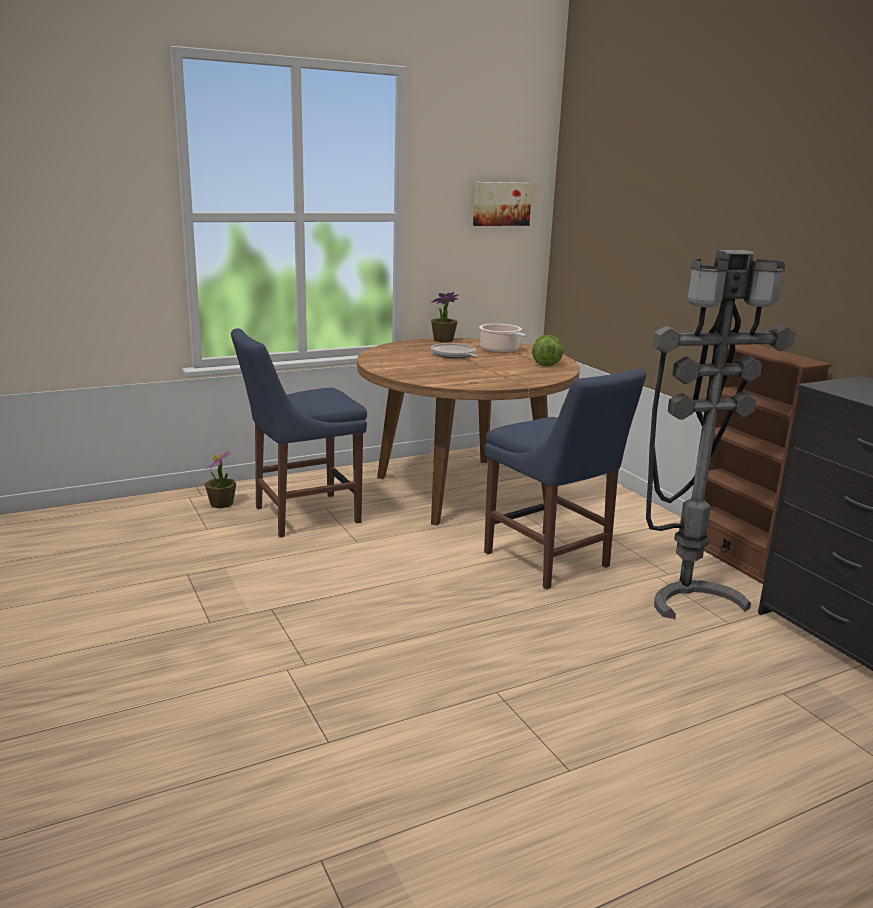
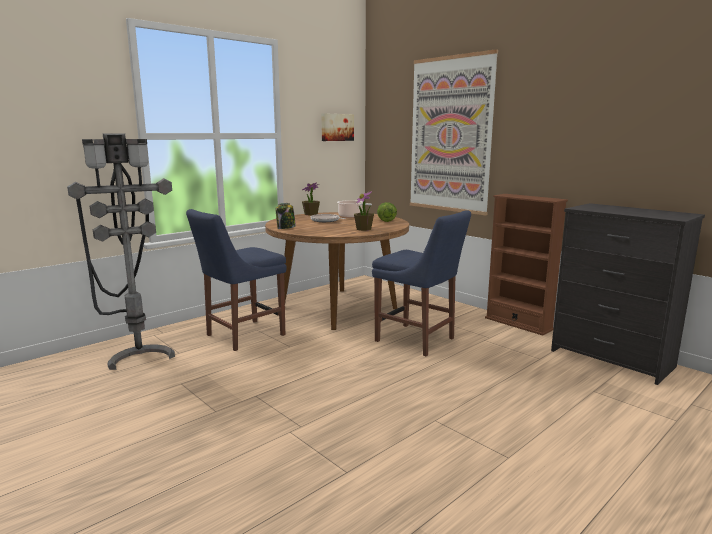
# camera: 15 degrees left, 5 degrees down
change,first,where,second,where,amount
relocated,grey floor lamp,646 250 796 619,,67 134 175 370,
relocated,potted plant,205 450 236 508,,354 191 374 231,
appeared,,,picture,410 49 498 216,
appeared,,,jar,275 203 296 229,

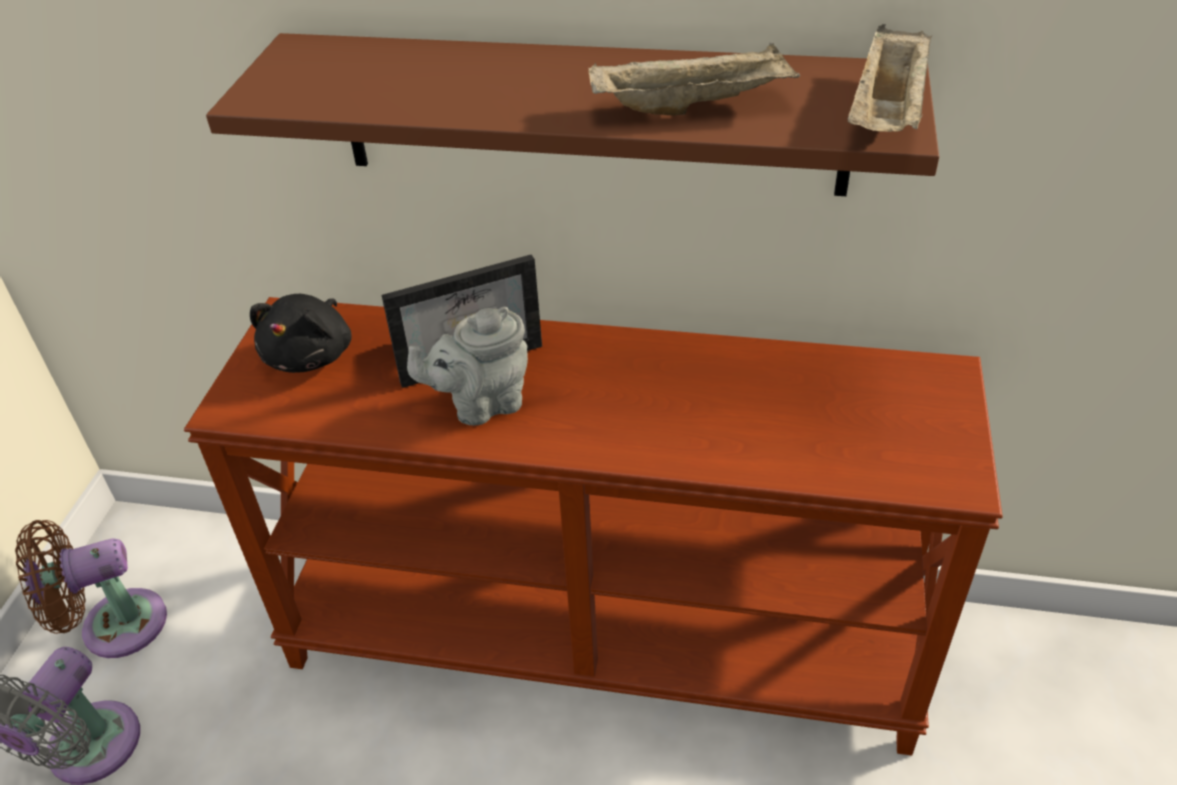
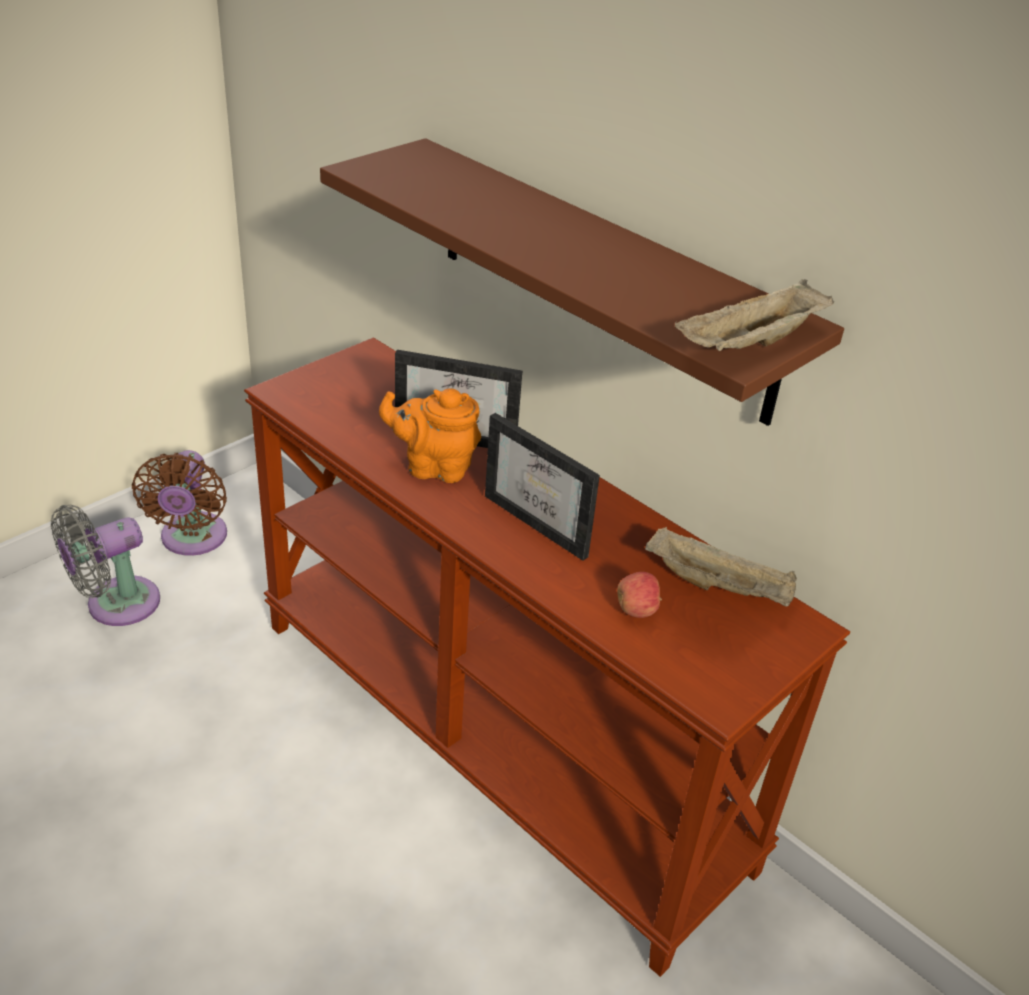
# camera: 30 degrees right, 5 degrees down
change,first,where,second,where,amount
relocated,beige tray,589 43 800 115,,645 527 797 607,
missing,black plush toy,250 294 352 373,,,
colour,grey teapot,407 307 528 425,orange teapot,379 388 481 483,
spun,brown fan,15 520 167 658,,132 450 227 556,105 degrees counterclockwise
appeared,,,picture frame,485 413 600 561,
appeared,,,apple,617 572 662 618,

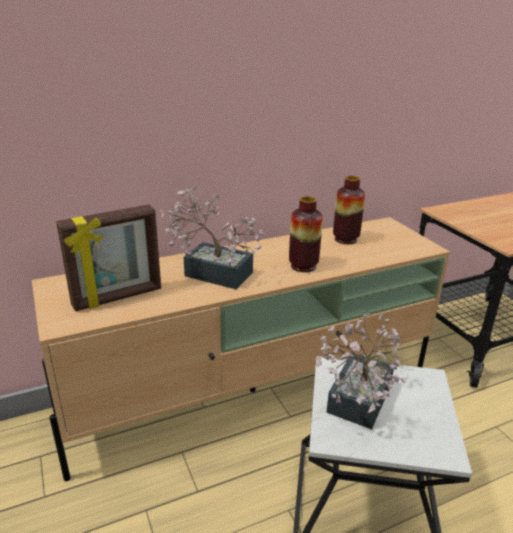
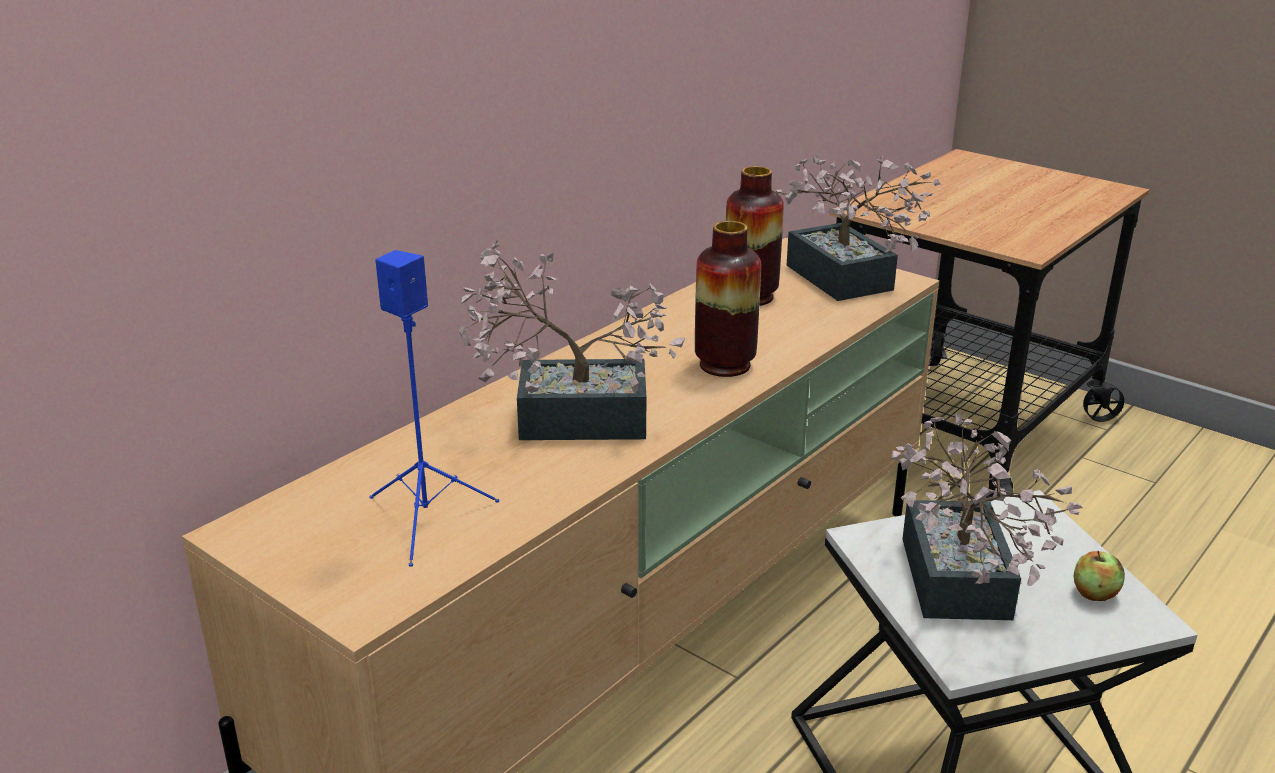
# camera: 25 degrees left, 0 degrees up
change,first,where,second,where,amount
exchanged,picture frame,56 204 161 311,blue speaker,369 250 499 567,
appeared,,,potted plant,776 155 941 301,
appeared,,,apple,1074 551 1125 601,

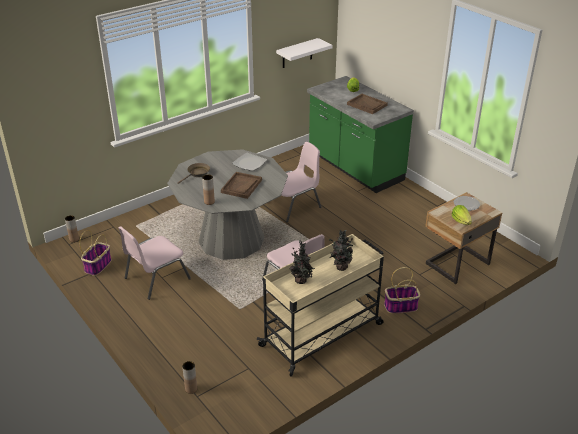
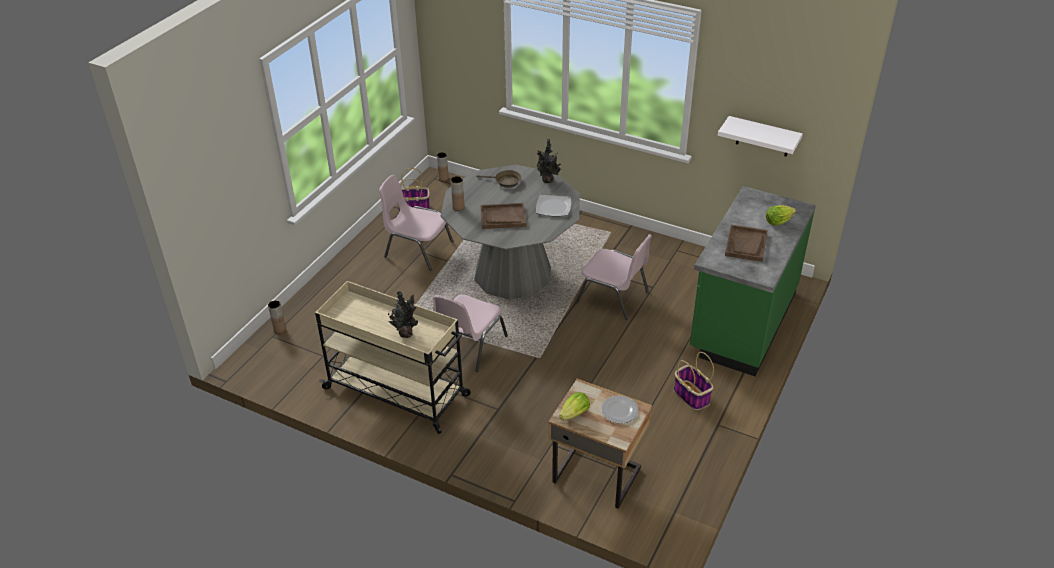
# camera: 65 degrees right, 5 degrees up
change,first,where,second,where,amount
relocated,potted plant,289 241 315 284,,537 139 562 183,
relocated,basket,384 267 420 314,,674 352 714 410,

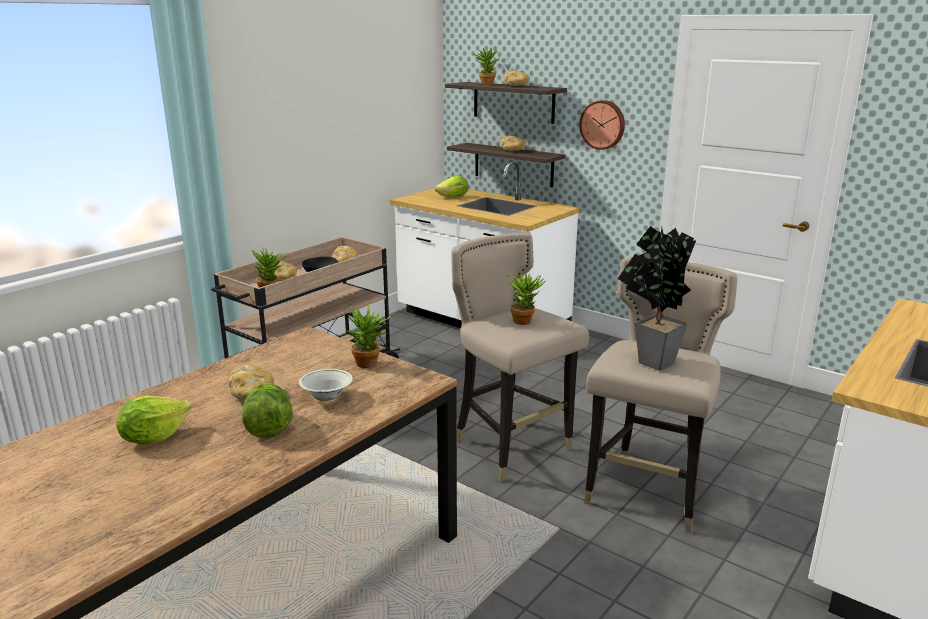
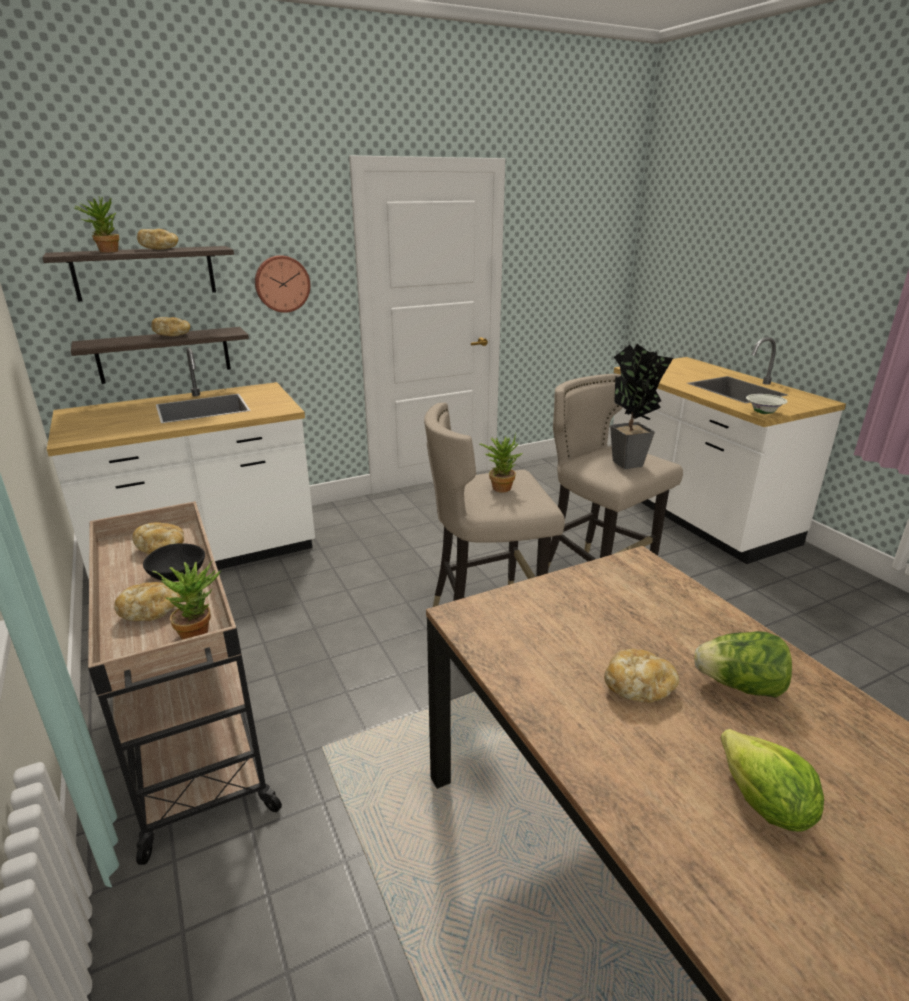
# camera: 65 degrees left, 5 degrees up
change,first,where,second,where,amount
missing,lettuce,435 176 469 198,,,
missing,potted plant,345 304 392 368,,,
relocated,white bowl,299 369 353 401,,746 394 788 414,

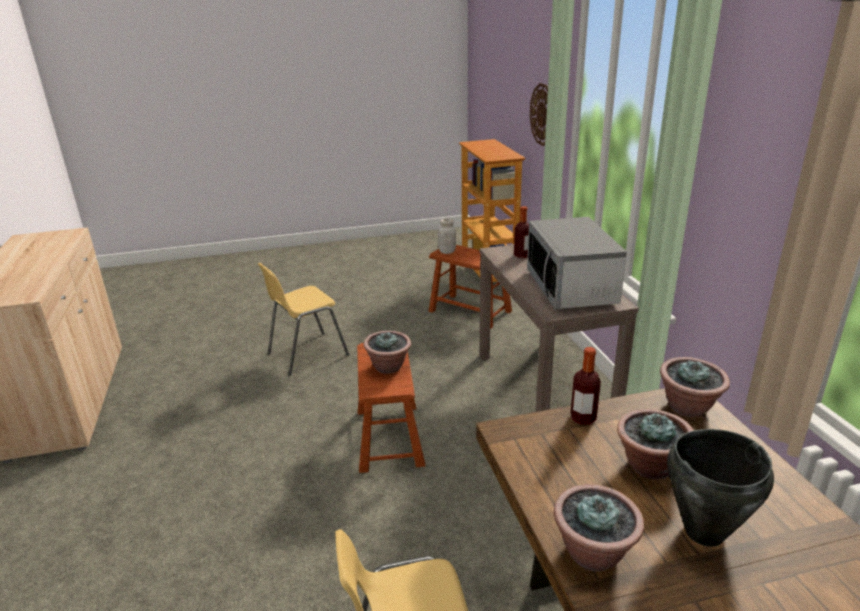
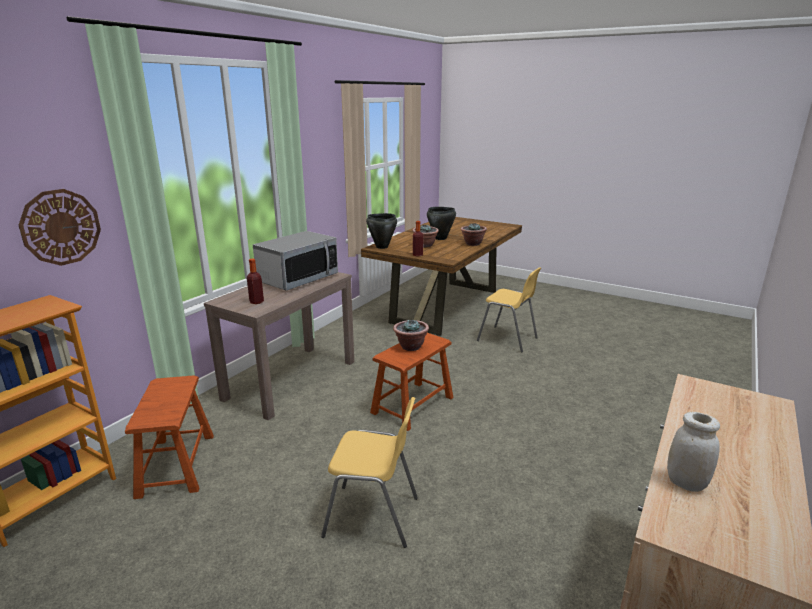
# camera: 135 degrees left, 5 degrees down
change,first,where,second,where,amount
relocated,white jar,438 219 457 254,,667 412 720 492,
exchanged,potted plant,660 357 730 418,black cooking pot,366 213 397 249,

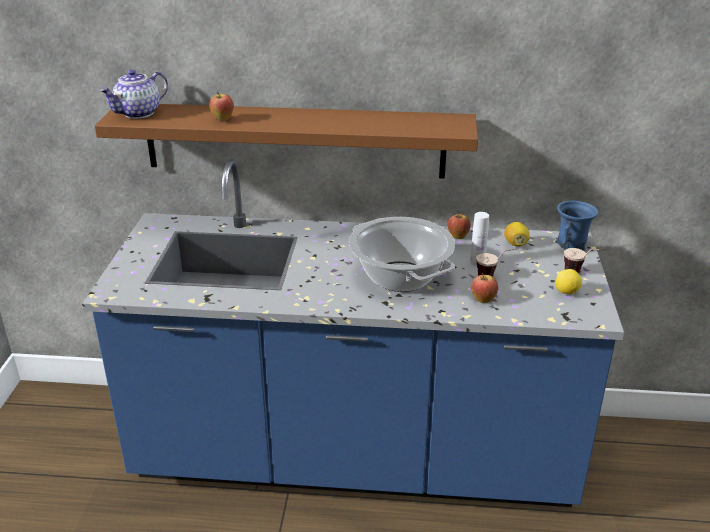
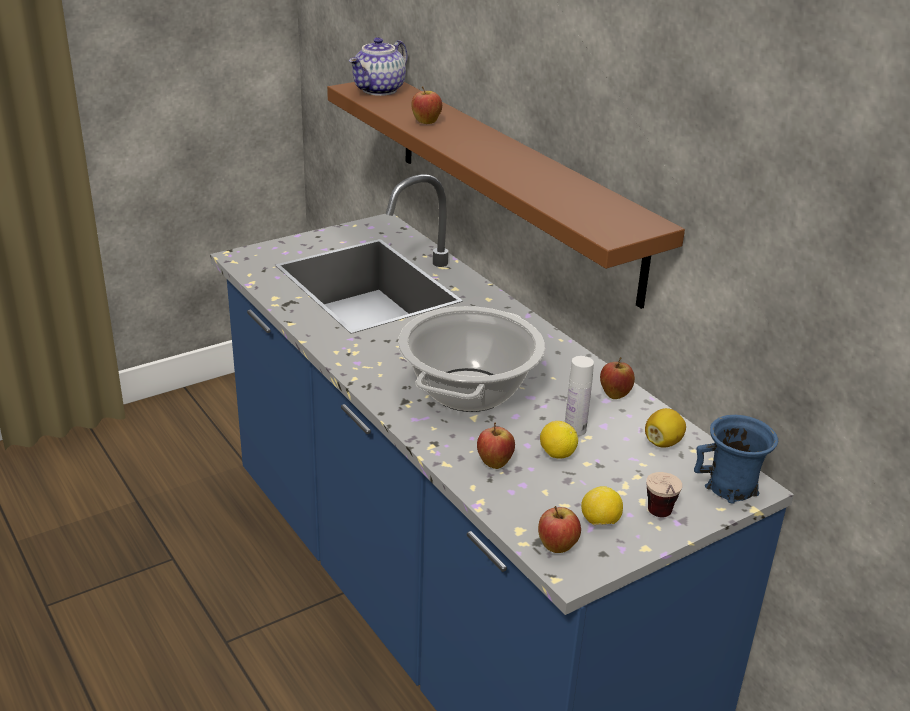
# camera: 50 degrees right, 0 degrees up
change,first,where,second,where,amount
spun,teapot,99 70 168 119,,349 37 407 96,60 degrees counterclockwise
exchanged,cup,476 248 519 277,lemon,540 421 578 459,
appeared,,,apple,538 506 581 553,

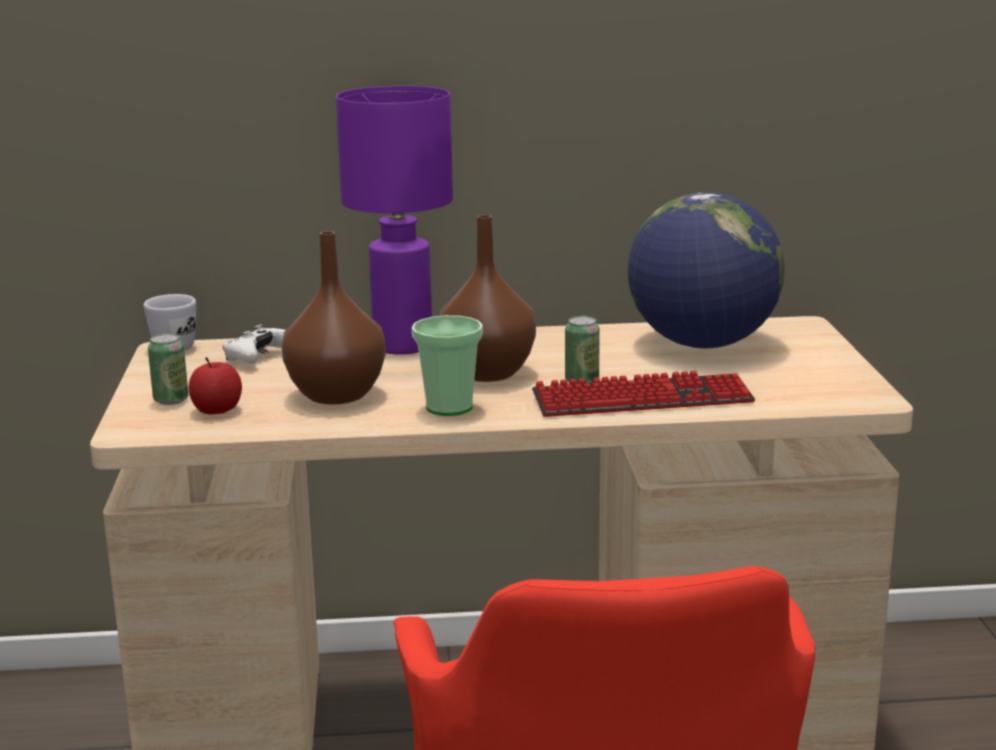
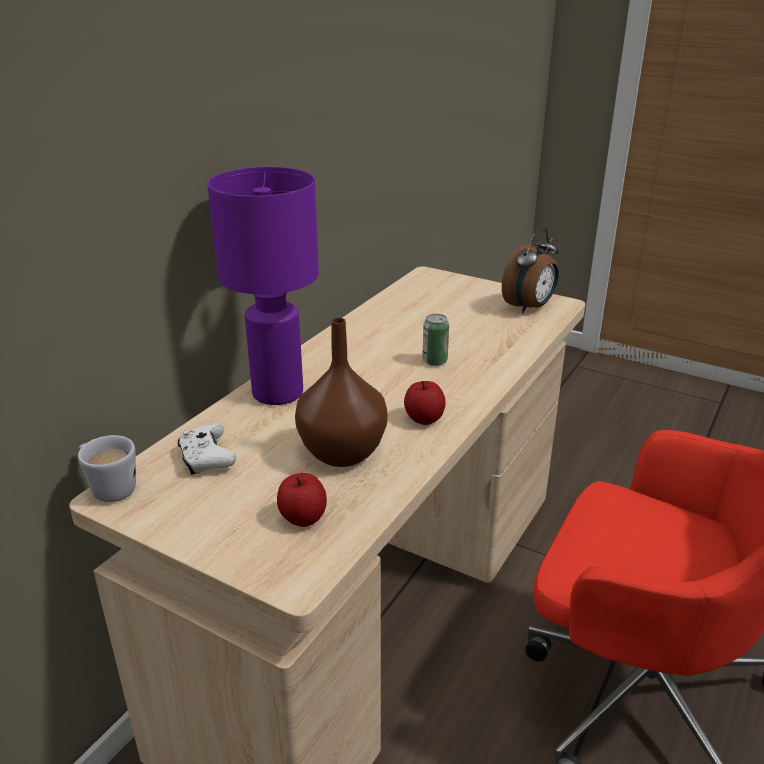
# camera: 55 degrees left, 10 degrees up
change,first,where,second,where,amount
missing,globe,628 192 785 348,,,
missing,brown vase,439 215 536 382,,,
exchanged,cup,411 315 483 416,apple,404 381 446 425,
missing,can,148 333 189 405,,,
missing,keyboard,532 371 755 417,,,
appeared,,,alarm clock,502 228 559 313,

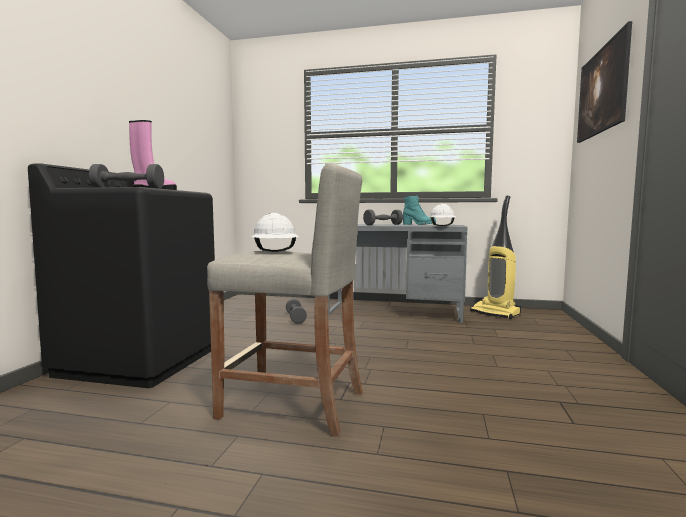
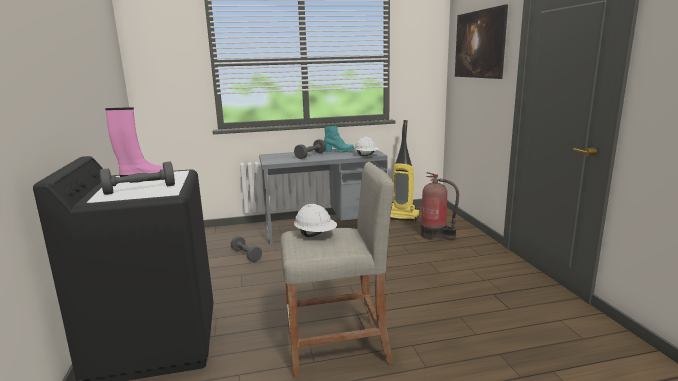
# camera: 25 degrees left, 10 degrees up
change,first,where,second,where,amount
appeared,,,fire extinguisher,421 172 459 240,

